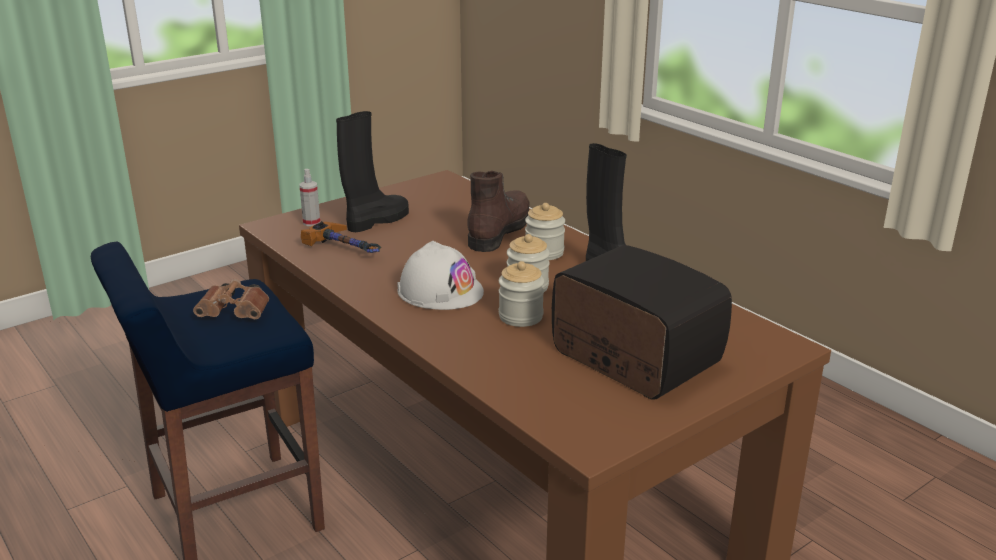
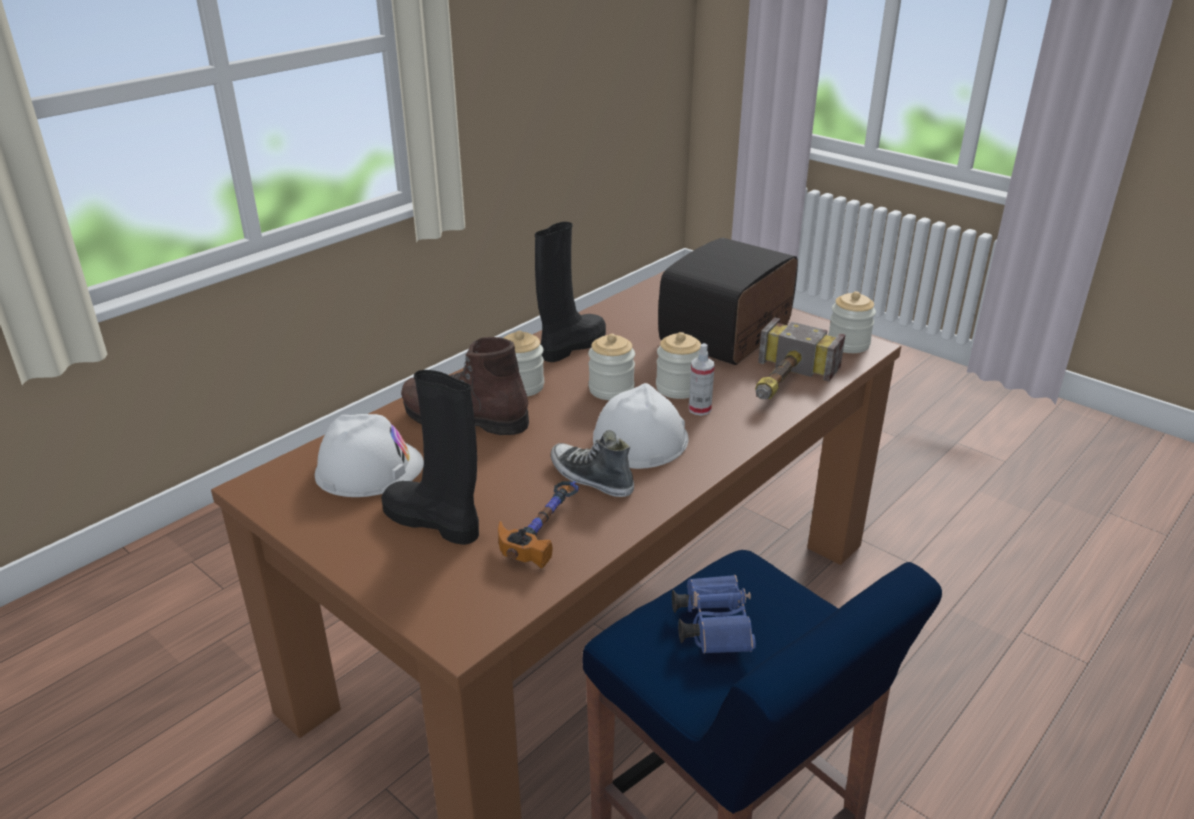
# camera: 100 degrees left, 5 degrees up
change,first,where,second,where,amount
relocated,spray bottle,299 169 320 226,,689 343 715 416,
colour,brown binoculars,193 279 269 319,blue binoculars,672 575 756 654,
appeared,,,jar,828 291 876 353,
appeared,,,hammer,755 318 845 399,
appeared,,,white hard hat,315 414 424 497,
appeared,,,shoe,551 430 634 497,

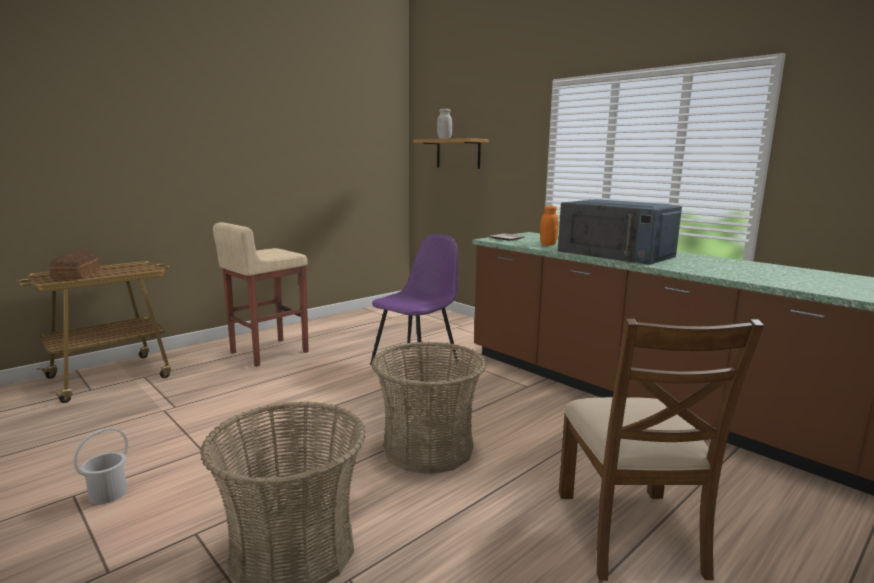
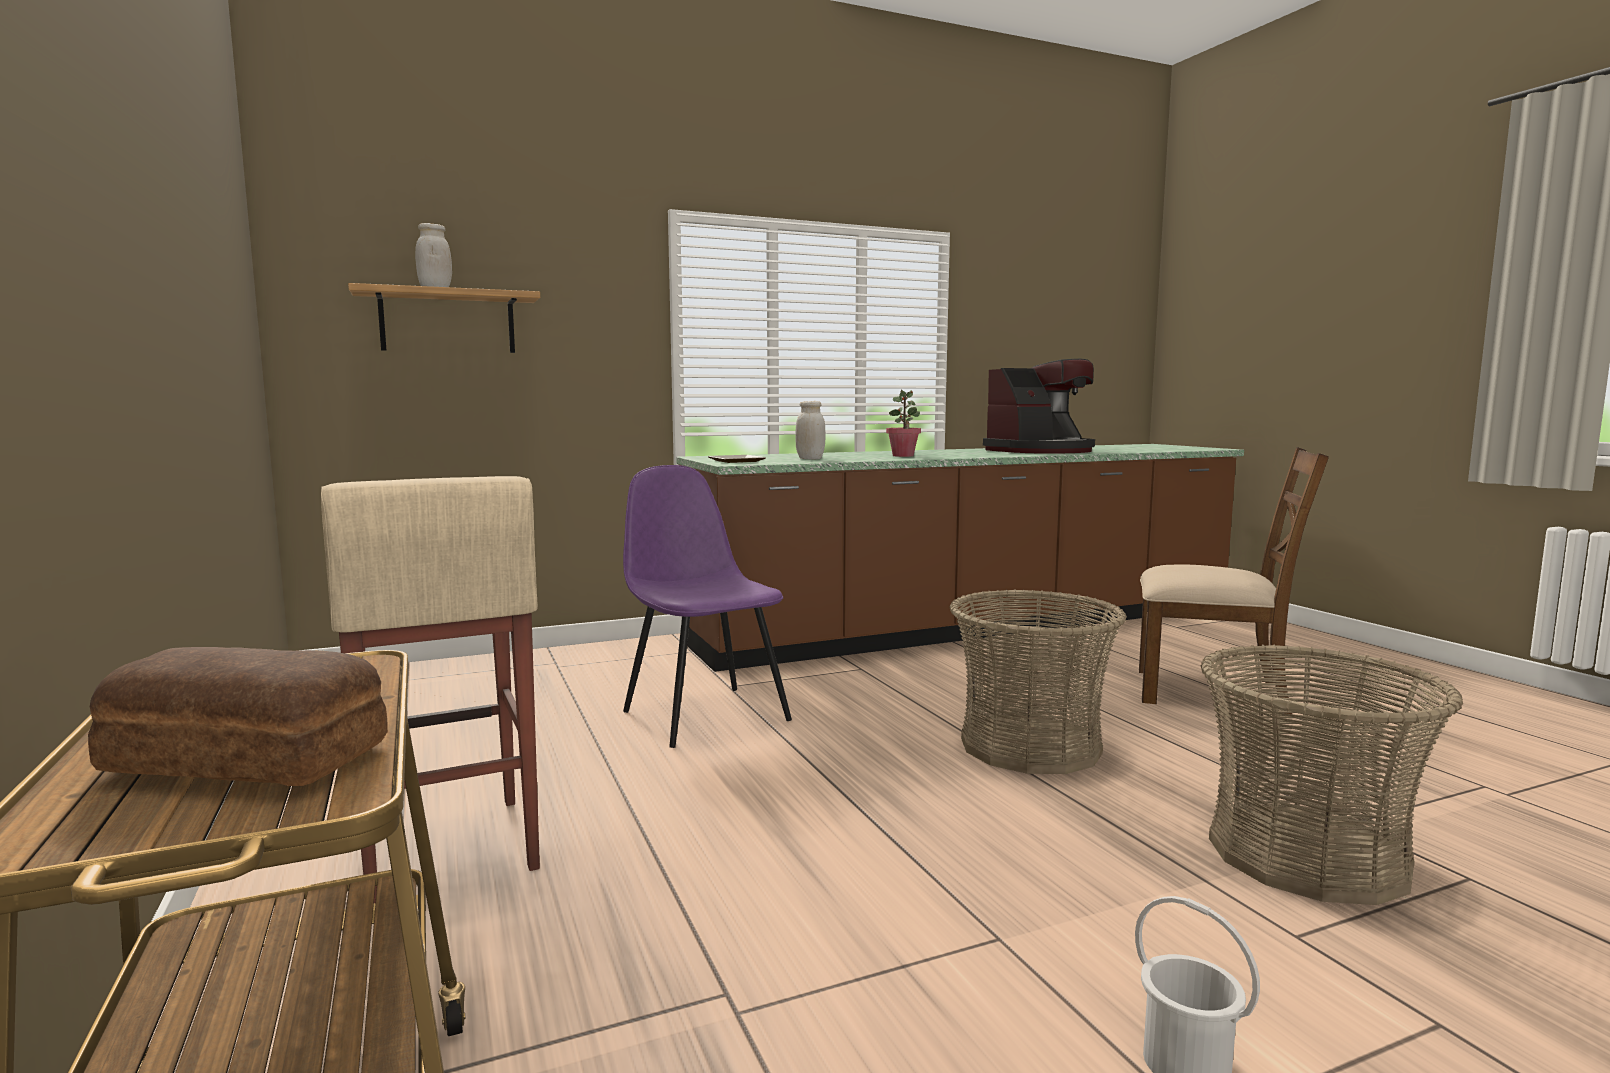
# camera: 70 degrees left, 5 degrees down
change,first,where,second,where,amount
exchanged,blue microwave,558 199 682 265,potted plant,886 389 921 457,
colour,orange jar,540 206 558 246,white jar,795 401 825 459,
appeared,,,coffee machine,983 359 1095 454,

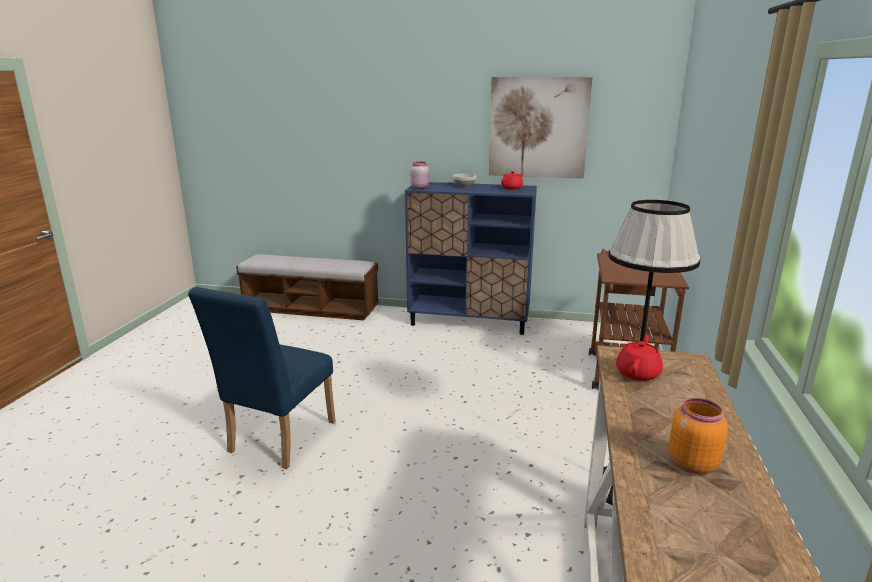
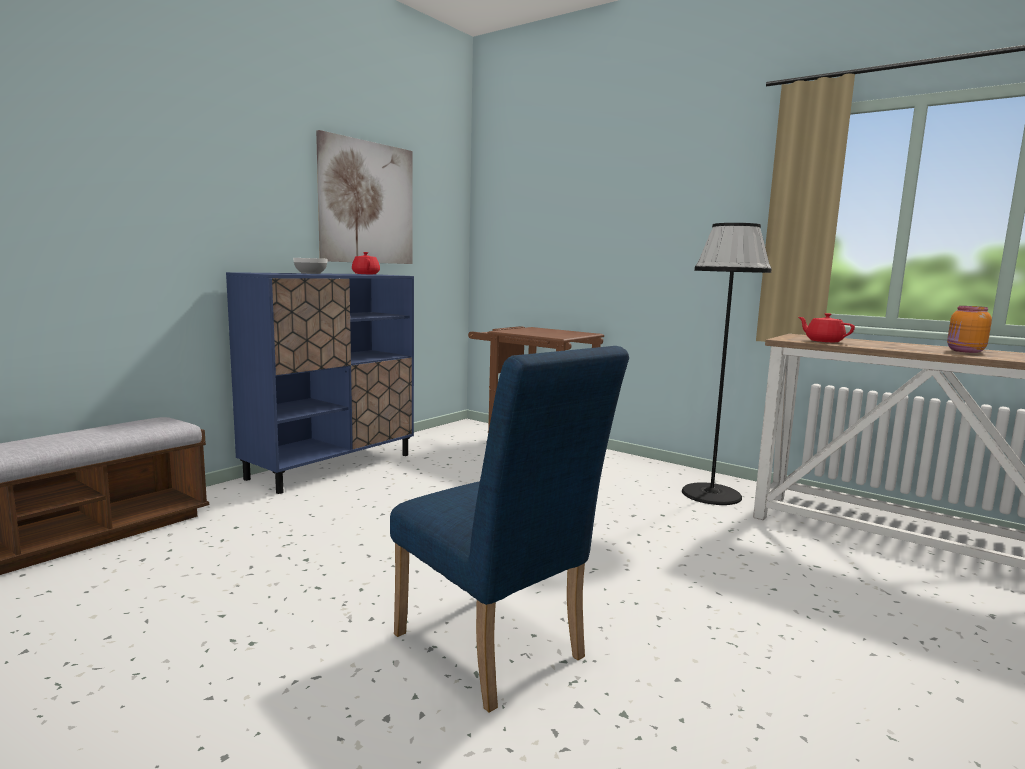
# camera: 65 degrees left, 10 degrees down
change,first,where,second,where,amount
missing,pink jar,410 162 429 189,,,

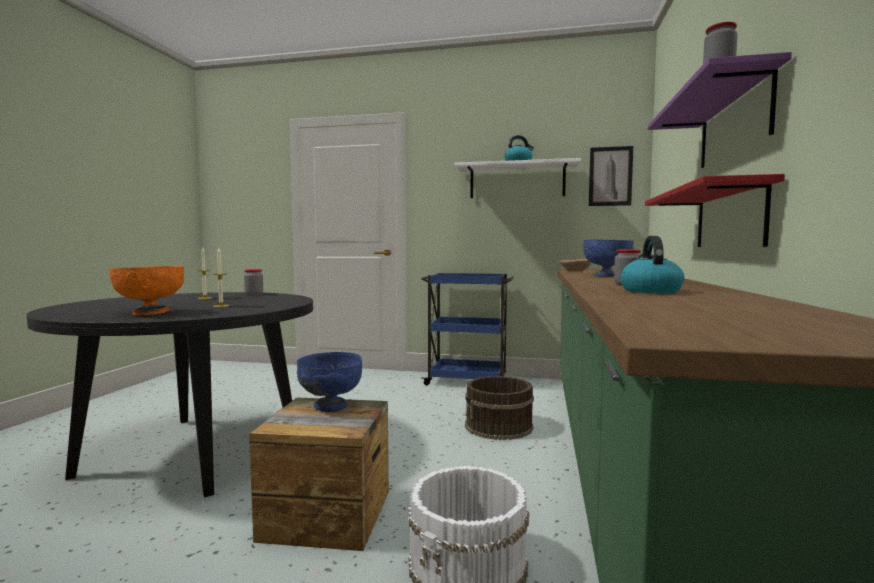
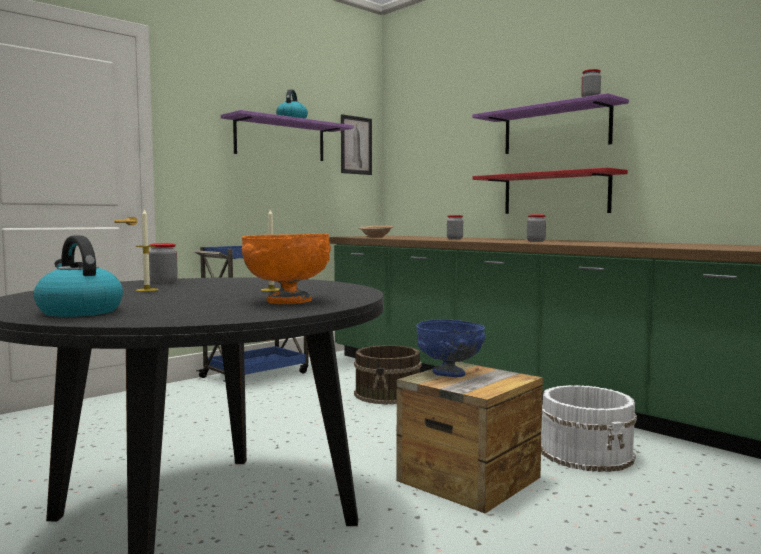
# camera: 55 degrees left, 0 degrees up
change,first,where,second,where,amount
colour,white shelf,454 158 581 198,purple shelf,221 110 354 161,
relocated,kettle,620 236 684 294,,34 235 123 317,
exchanged,blue bowl,583 239 634 276,jar,447 215 463 239,

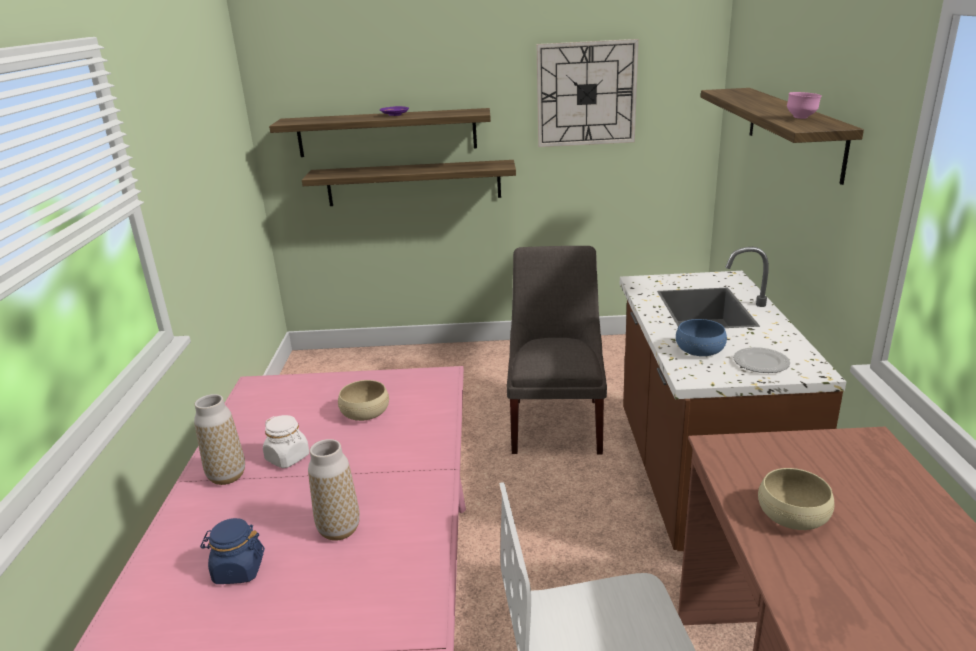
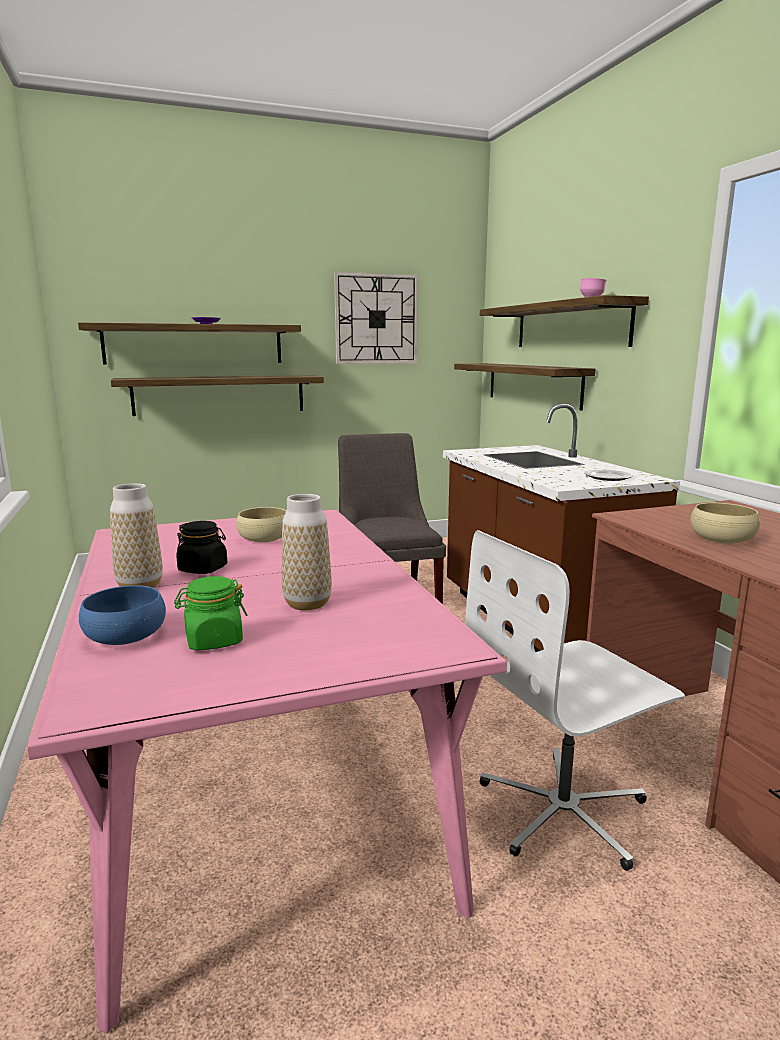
# camera: 20 degrees left, 10 degrees down
change,first,where,second,where,amount
relocated,blue bowl,676 319 727 356,,79 585 166 645,
colour,white jar,263 415 309 468,black jar,176 521 227 574,
colour,blue jar,200 518 265 584,green jar,174 576 247 651,
appeared,,,shelf,454 363 596 410,

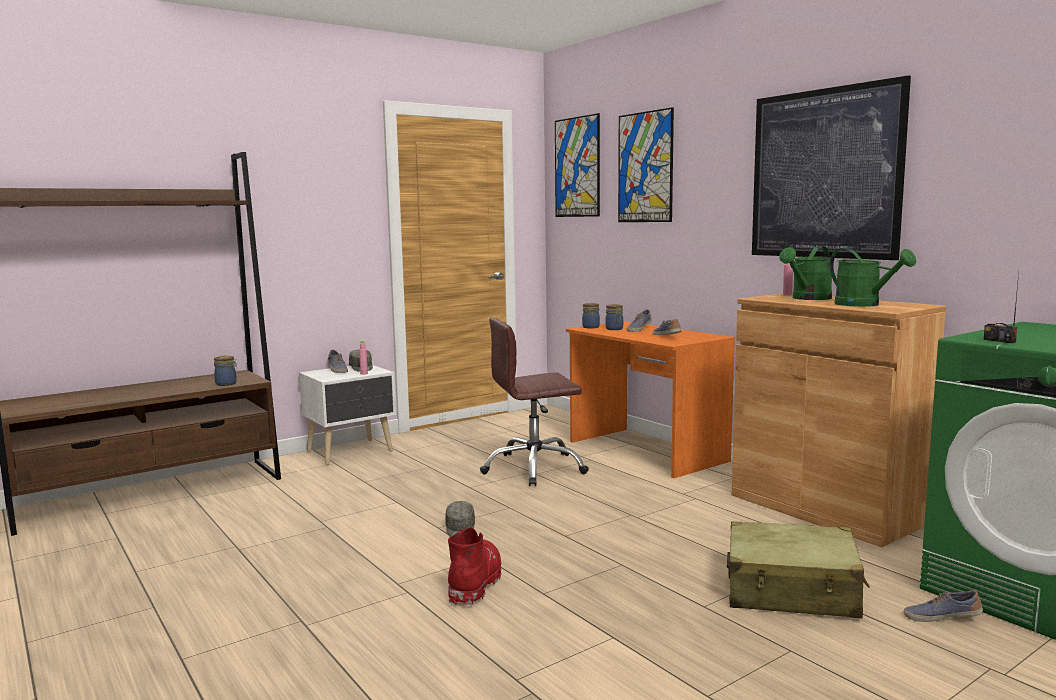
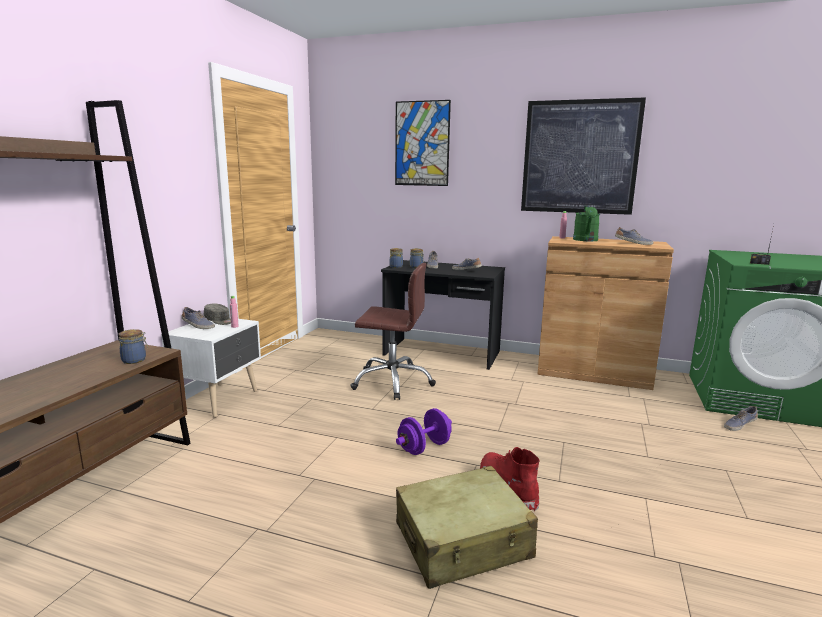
# camera: 35 degrees left, 5 degrees up
change,first,where,second,where,amount
missing,picture,555 113 600 217,,,
exchanged,green watering can,830 248 916 307,shoe,615 227 653 245,
spun,brown office chair,480 318 589 486,,350 263 436 400,120 degrees counterclockwise
colour,orange desk,566 321 735 478,black desk,381 260 505 370,
exchanged,grey cap,445 501 475 537,purple dumbbell,396 408 452 455,
relocated,beige suitcase,727 521 870 618,,396 466 538 589,

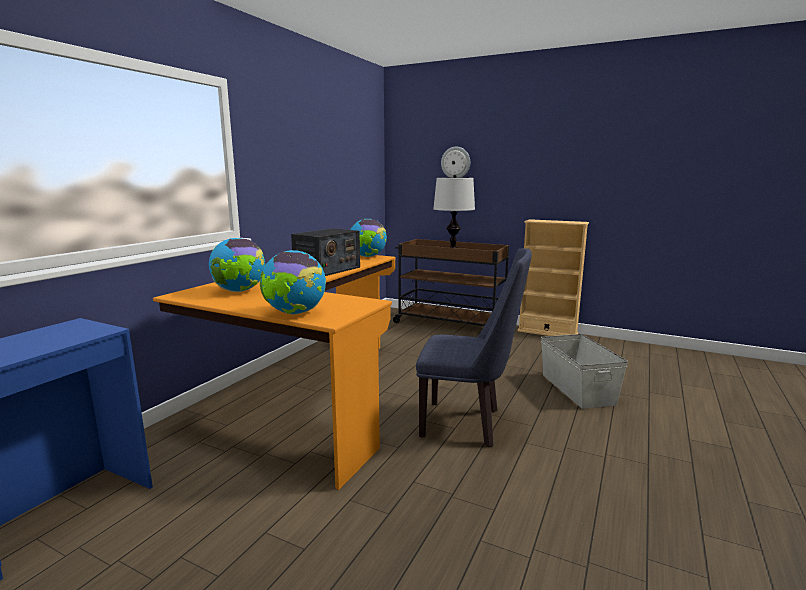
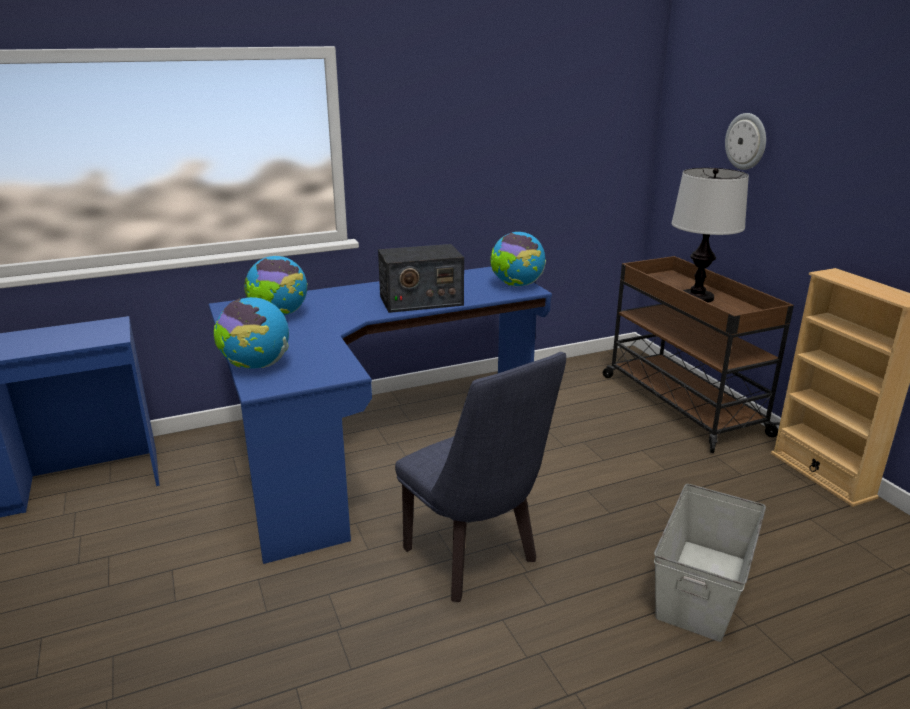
# camera: 40 degrees right, 10 degrees up
change,first,where,second,where,amount
colour,orange desk,153 255 396 490,blue desk,208 267 552 564,

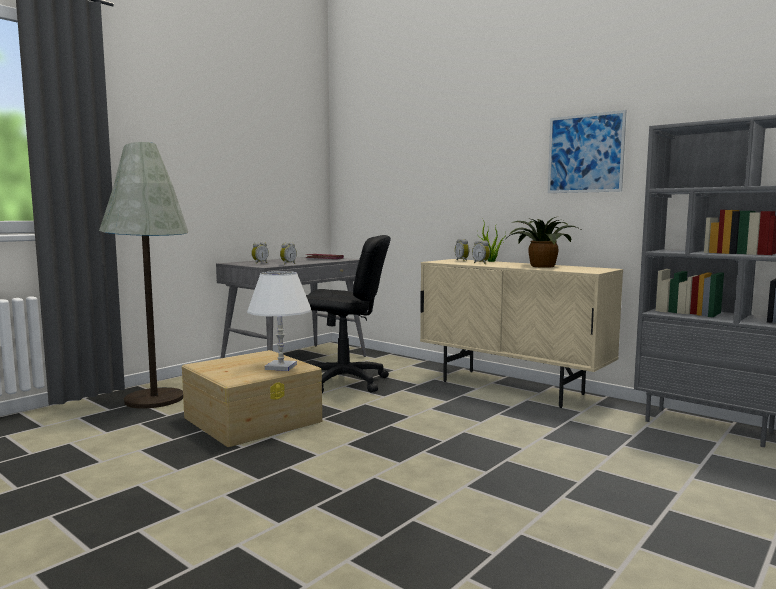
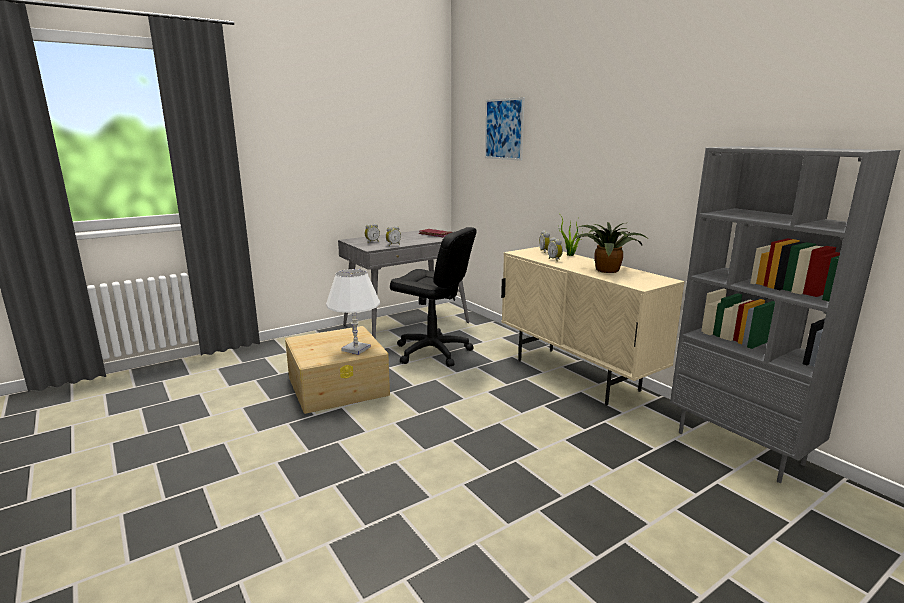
# camera: 15 degrees right, 10 degrees up
change,first,where,second,where,amount
relocated,picture,548 110 626 193,,485 97 525 161,
missing,grey floor lamp,99 142 188 408,,,

